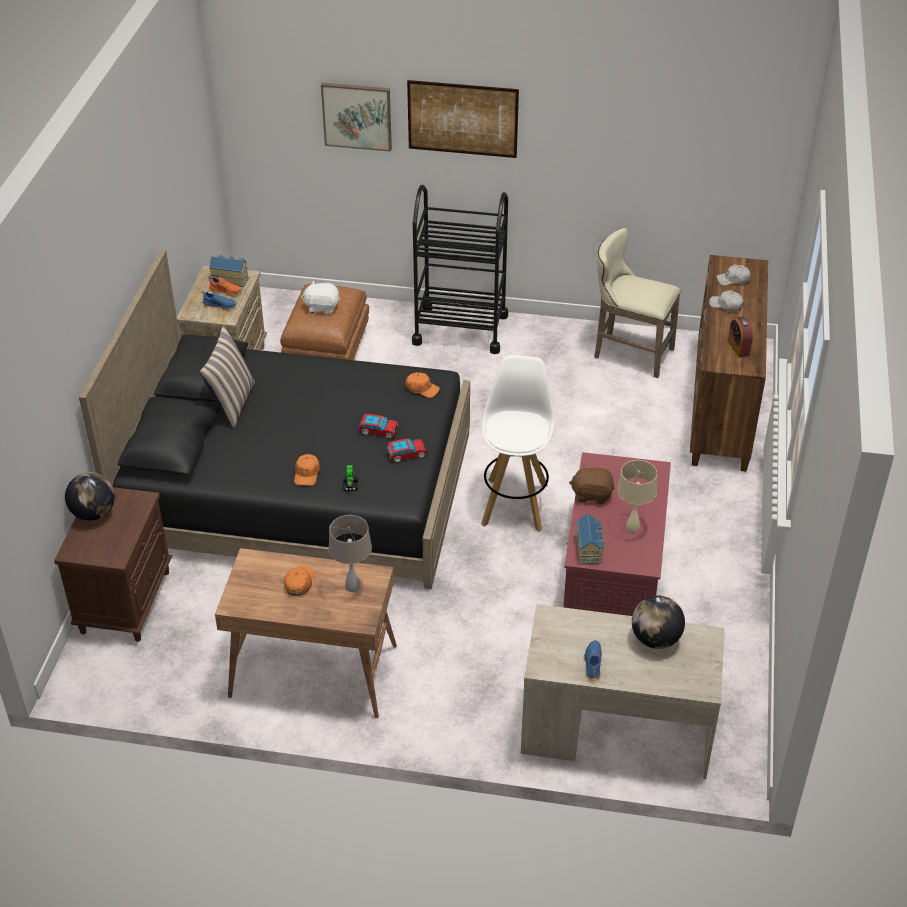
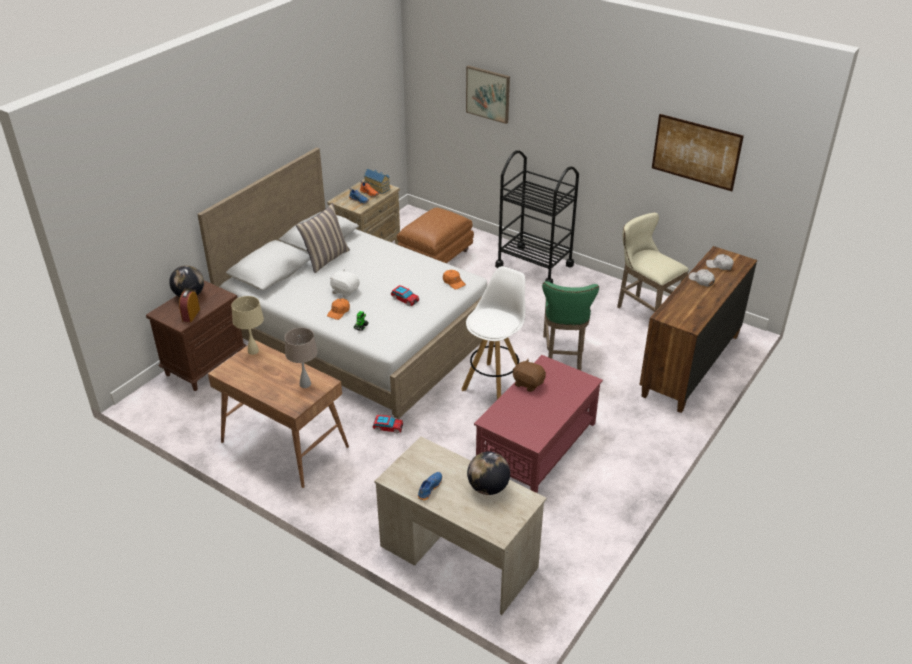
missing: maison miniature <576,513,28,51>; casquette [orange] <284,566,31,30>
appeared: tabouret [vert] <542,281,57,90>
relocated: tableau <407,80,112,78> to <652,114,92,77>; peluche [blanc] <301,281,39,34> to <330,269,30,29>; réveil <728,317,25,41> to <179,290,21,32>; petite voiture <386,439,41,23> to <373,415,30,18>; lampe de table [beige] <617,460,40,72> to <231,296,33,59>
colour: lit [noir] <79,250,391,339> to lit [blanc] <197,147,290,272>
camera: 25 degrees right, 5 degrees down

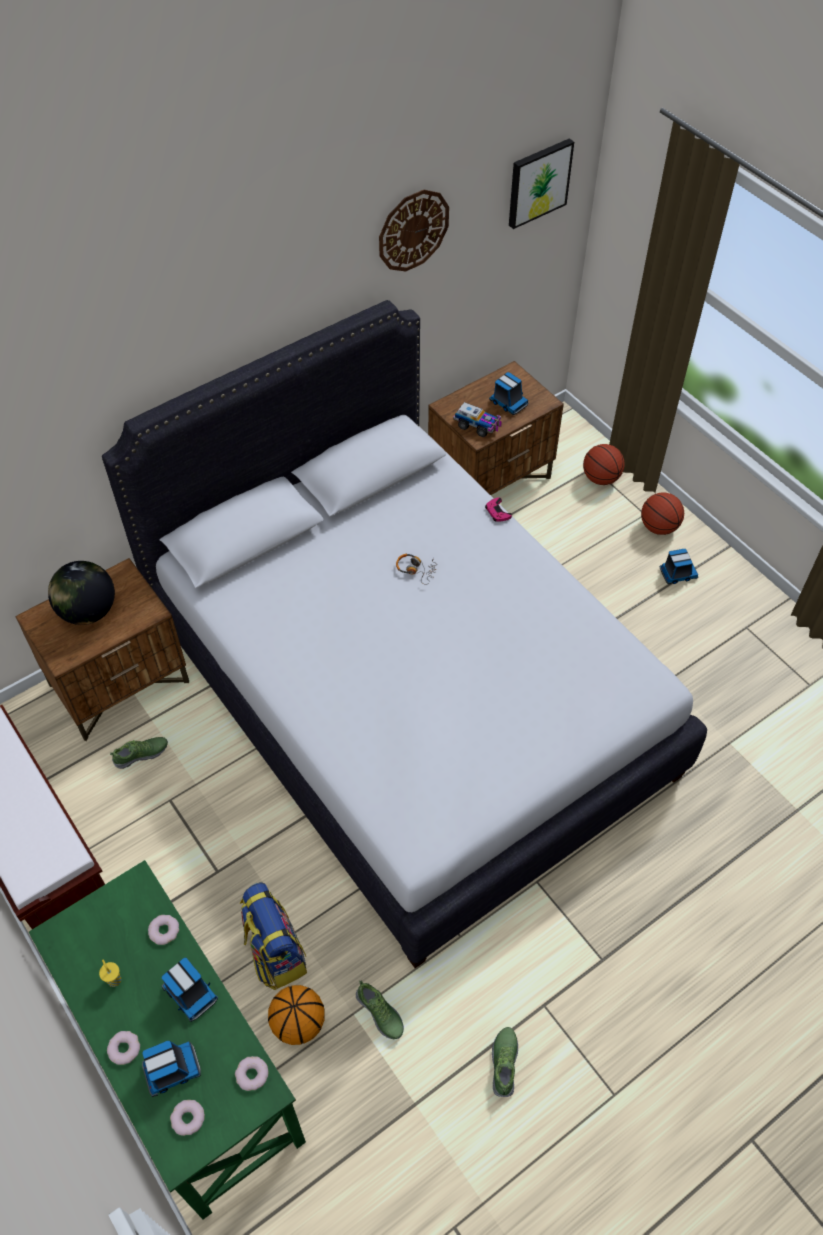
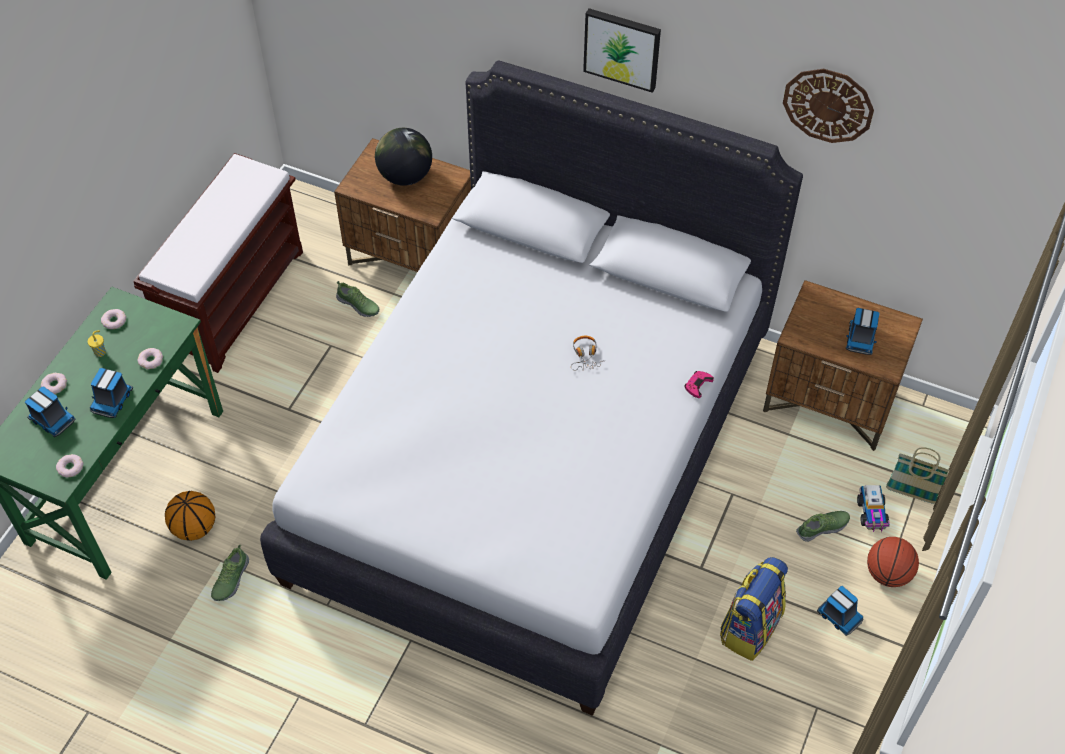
relocated: tableau <509,138,65,91> to <583,8,78,85>; camion jouet <453,402,48,35> to <857,485,33,47>; sac à dos <240,883,67,107> to <720,557,68,104>; chaussure <492,1027,26,70> to <796,511,54,31>; beignet <170,1100,35,36> to <101,309,25,20>
exchanged: ballon de basket <583,444,42,41> to panier <886,447,63,57>
camera: 60 degrees right, 0 degrees up

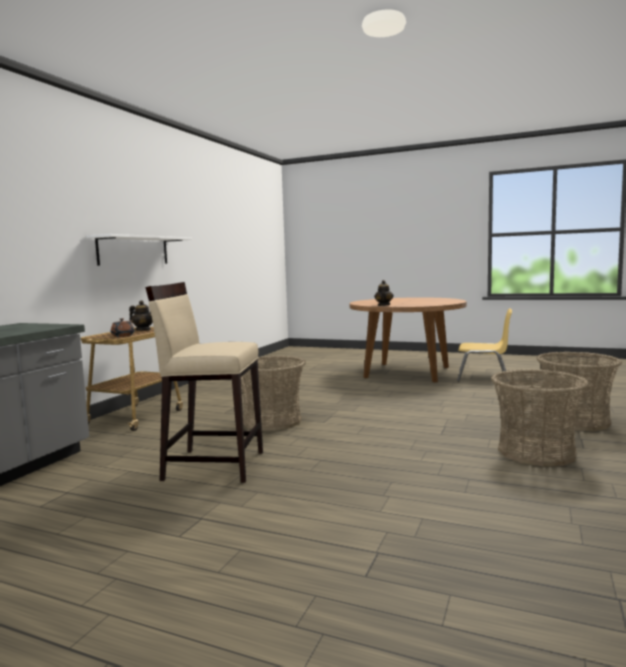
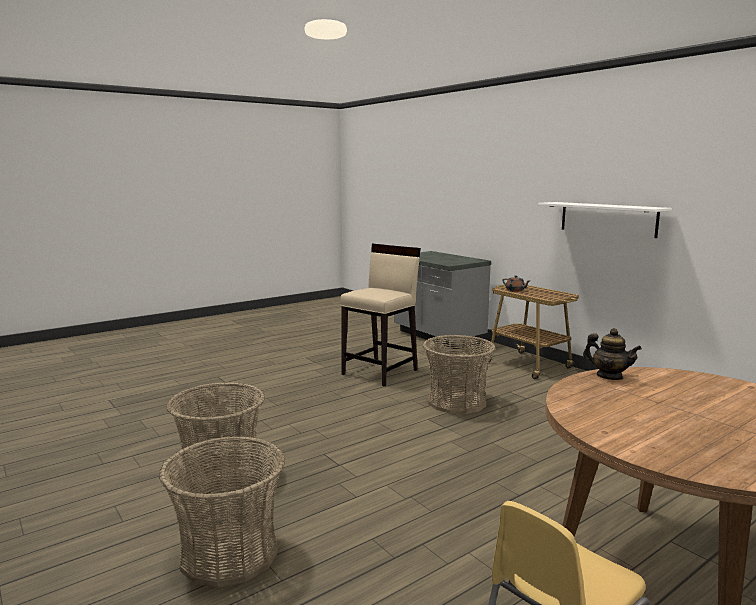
missing: théière <129,300,24,30>
camera: 120 degrees right, 5 degrees up

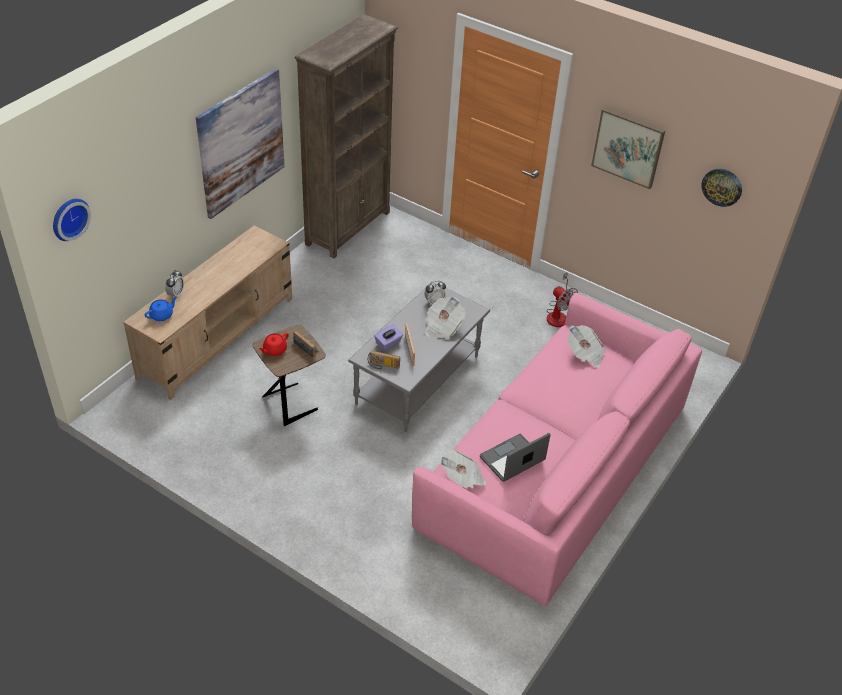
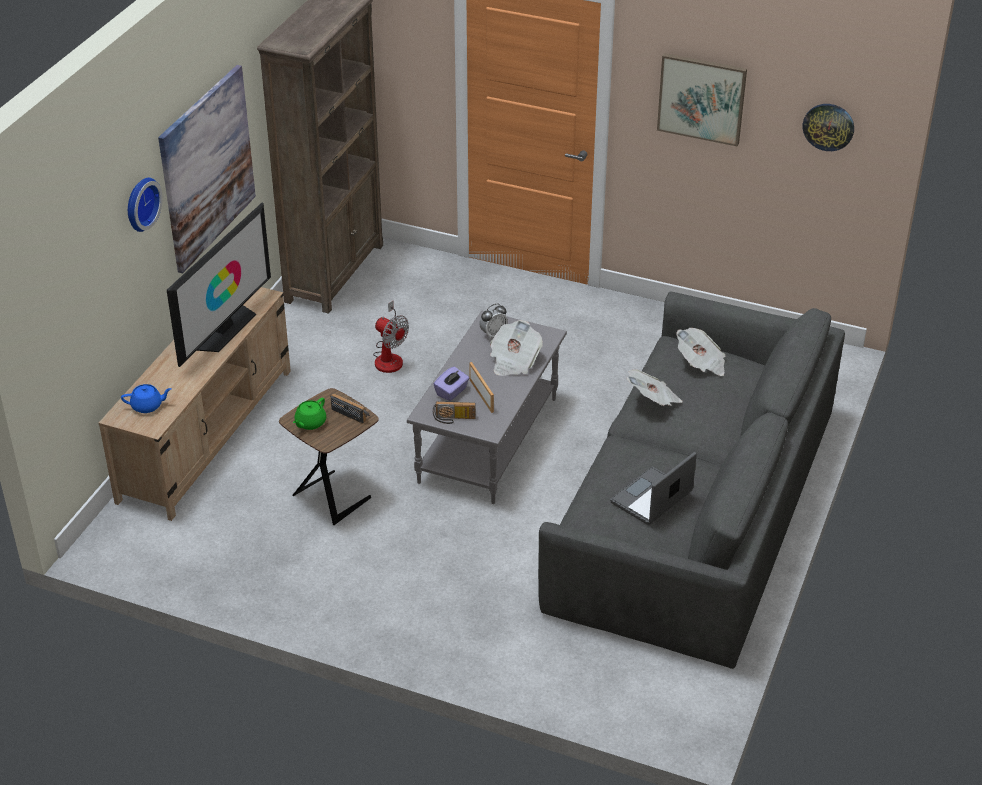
missing: réveil <165,270,19,29>
appeared: téléviseur <167,203,104,164>
relocated: horloge murale <53,199,38,42> to <128,178,35,54>; ventilateur <546,272,32,55> to <373,301,36,72>; journal <439,449,48,39> to <626,369,57,37>
colour: canapé [rose] <412,293,290,313> to canapé [gris] <538,291,307,378>; théière [rouge] <258,333,31,23> to théière [vert] <293,398,33,32>
spun: théière [bleu] <144,297,33,24> = <121,384,51,29> 45 degrees clockwise
camera: 10 degrees left, 5 degrees down

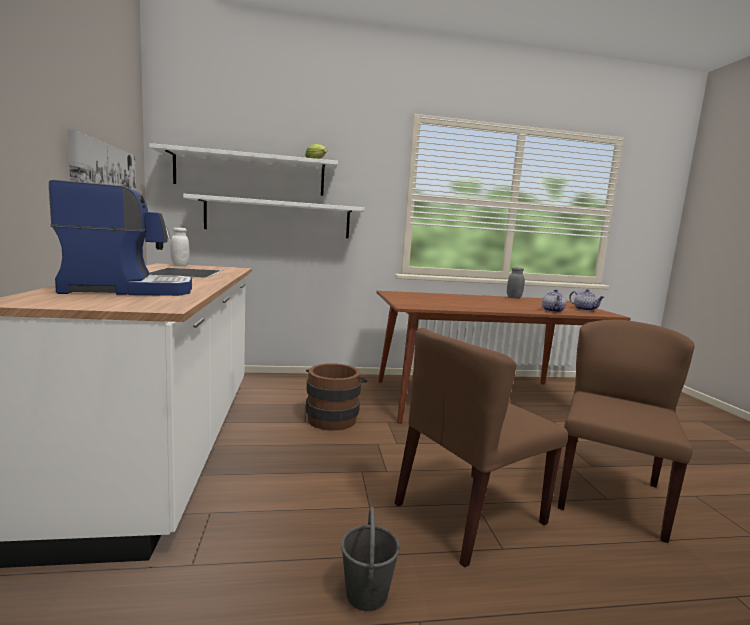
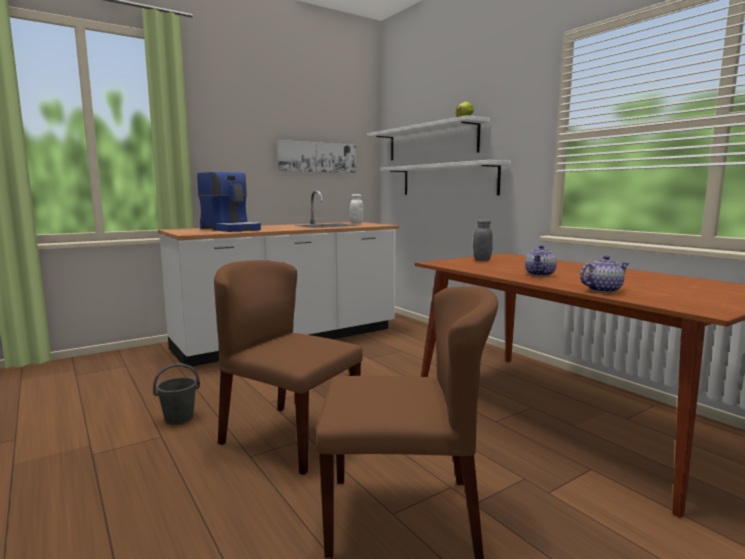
missing: seau [marron] <306,364,61,67>
relocated: bocal [gris] <507,267,18,32> to <473,219,20,42>; théière <569,289,36,22> to <525,245,32,32>
camera: 65 degrees right, 0 degrees up

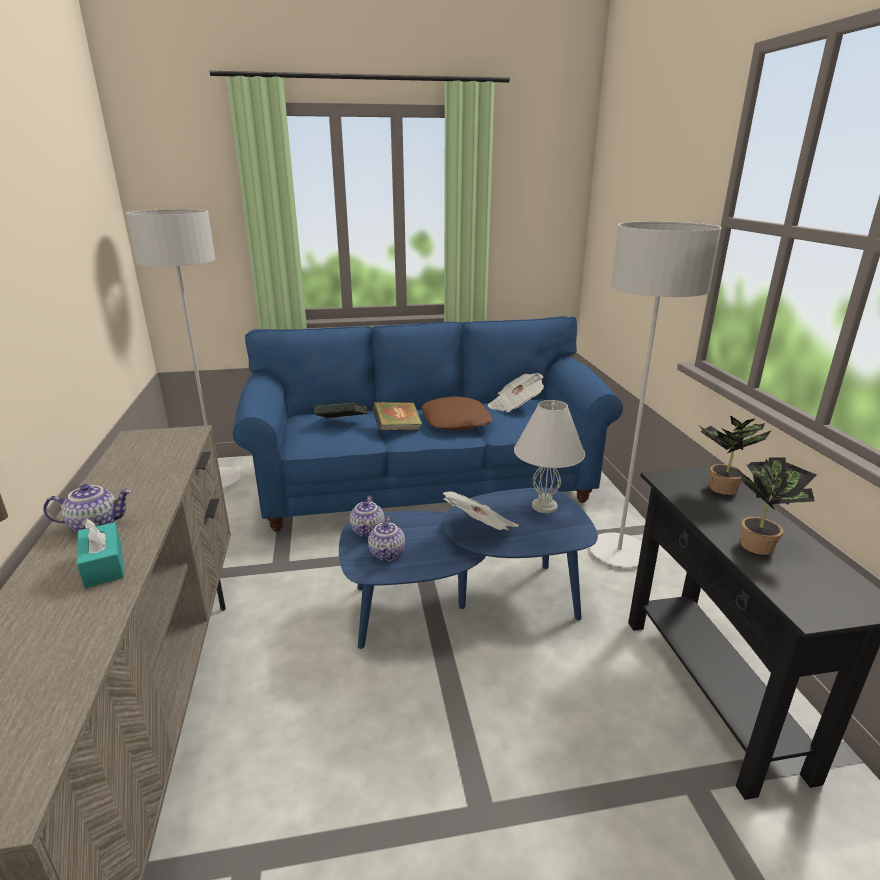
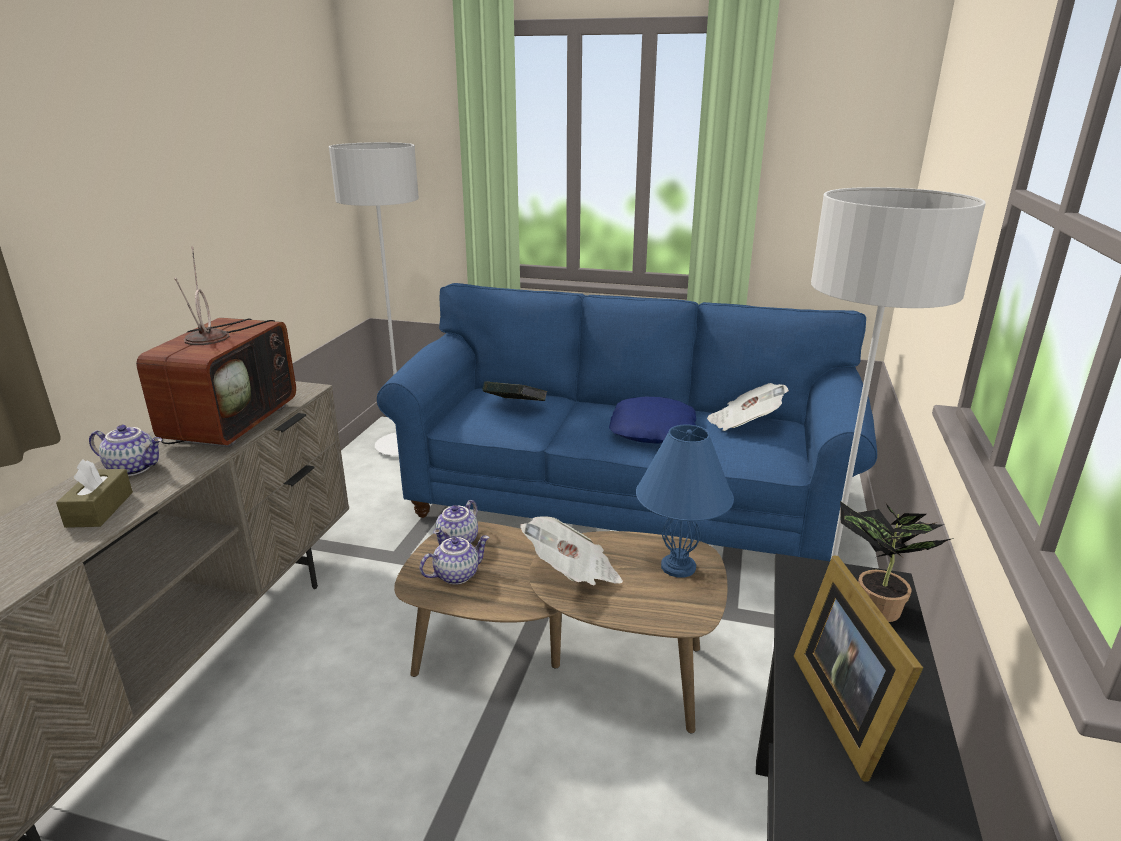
missing: livre <372,402,50,28>
appeared: téléviseur <136,247,160,200>
exchanged: plante en pot <736,458,80,97> to cadre photo <794,556,129,226>
colour: coussin [marron] <421,397,71,34> to coussin [bleu] <609,397,87,47>; lampe de table [blanc] <514,400,71,113> to lampe de table [bleu] <636,424,98,153>; table basse [bleu] <339,487,259,162> to table basse [marron] <394,521,334,212>; boîte à mouchoirs [turquoise] <77,518,47,70> to boîte à mouchoirs [marron] <56,459,77,69>
spun: théière <368,516,37,45> = <420,535,70,50> 150 degrees counterclockwise
camera: 25 degrees right, 0 degrees up

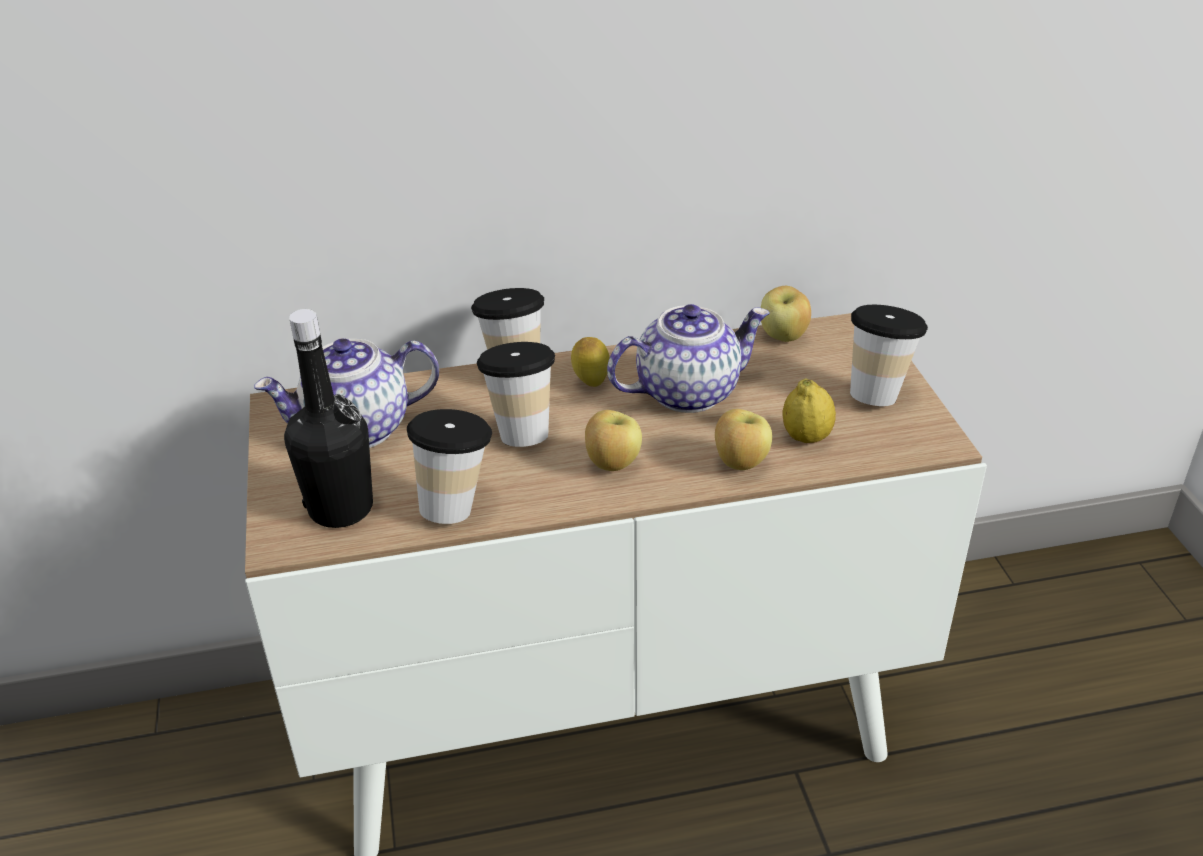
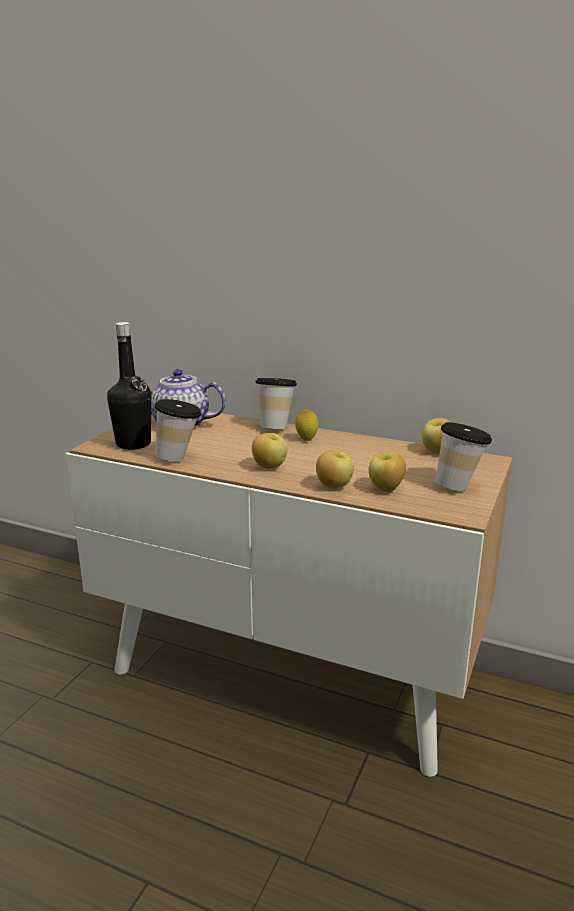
missing: théière <607,304,163,109>; tasse <477,342,78,105>
exchanged: citron <782,379,54,64> to pomme <369,451,37,41>
camera: 35 degrees right, 15 degrees down

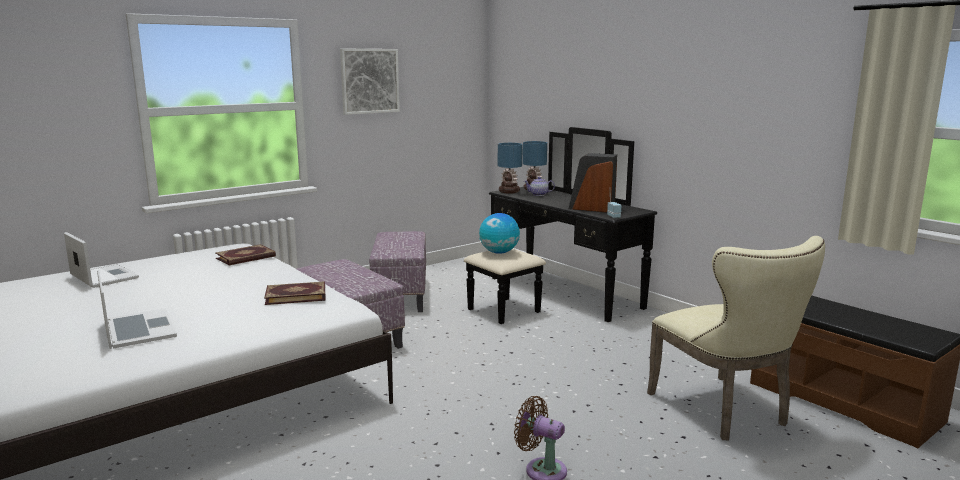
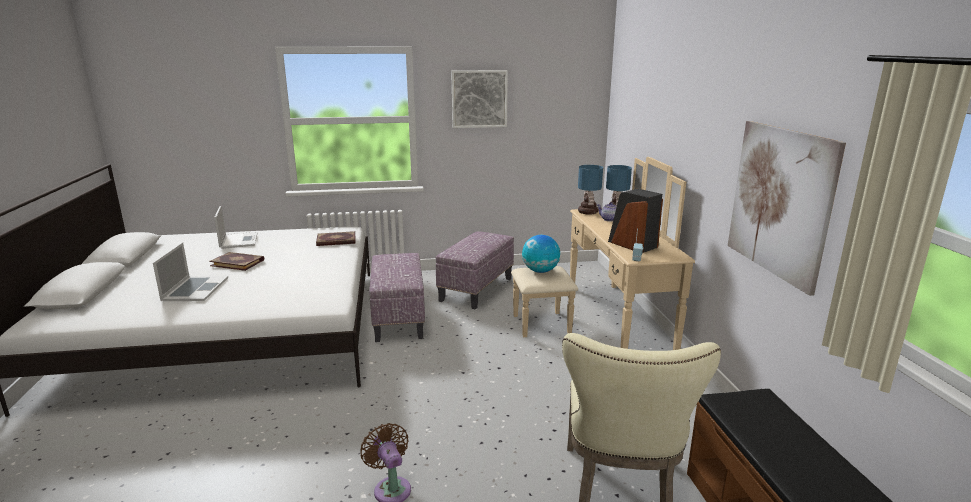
appeared: tableau <728,121,118,175>
relocated: livre <264,281,62,24> to <209,252,55,19>
colour: commode [noir] <464,127,193,197> to commode [beige] <511,157,184,193>
camera: 30 degrees right, 5 degrees up

